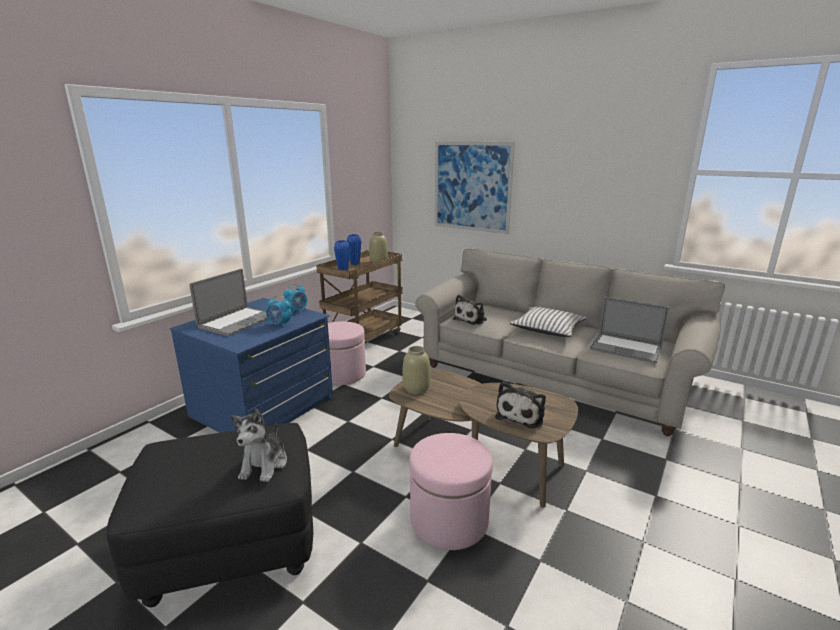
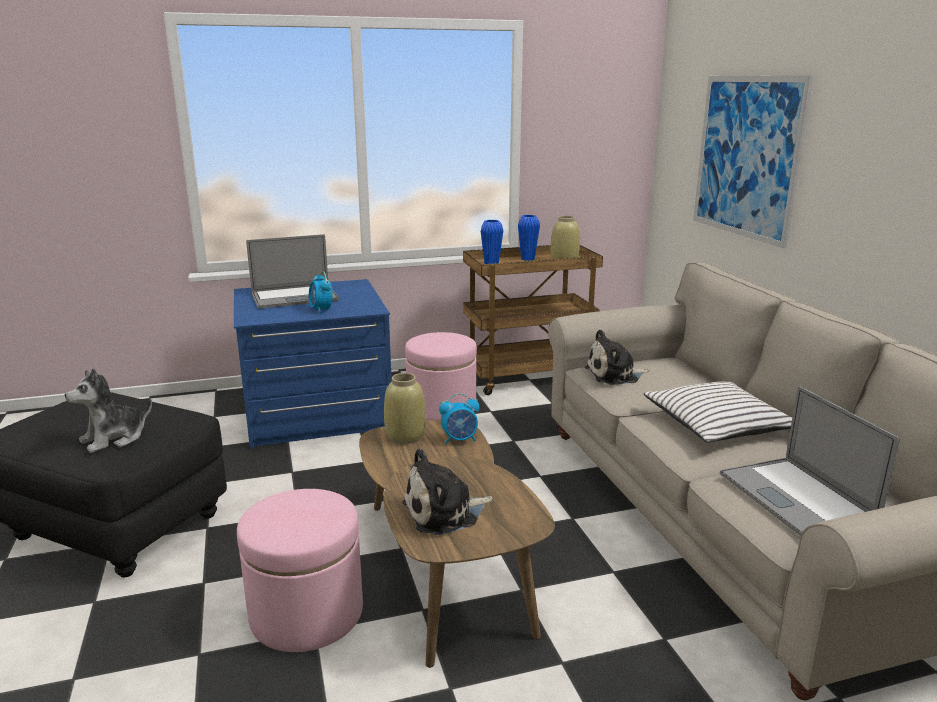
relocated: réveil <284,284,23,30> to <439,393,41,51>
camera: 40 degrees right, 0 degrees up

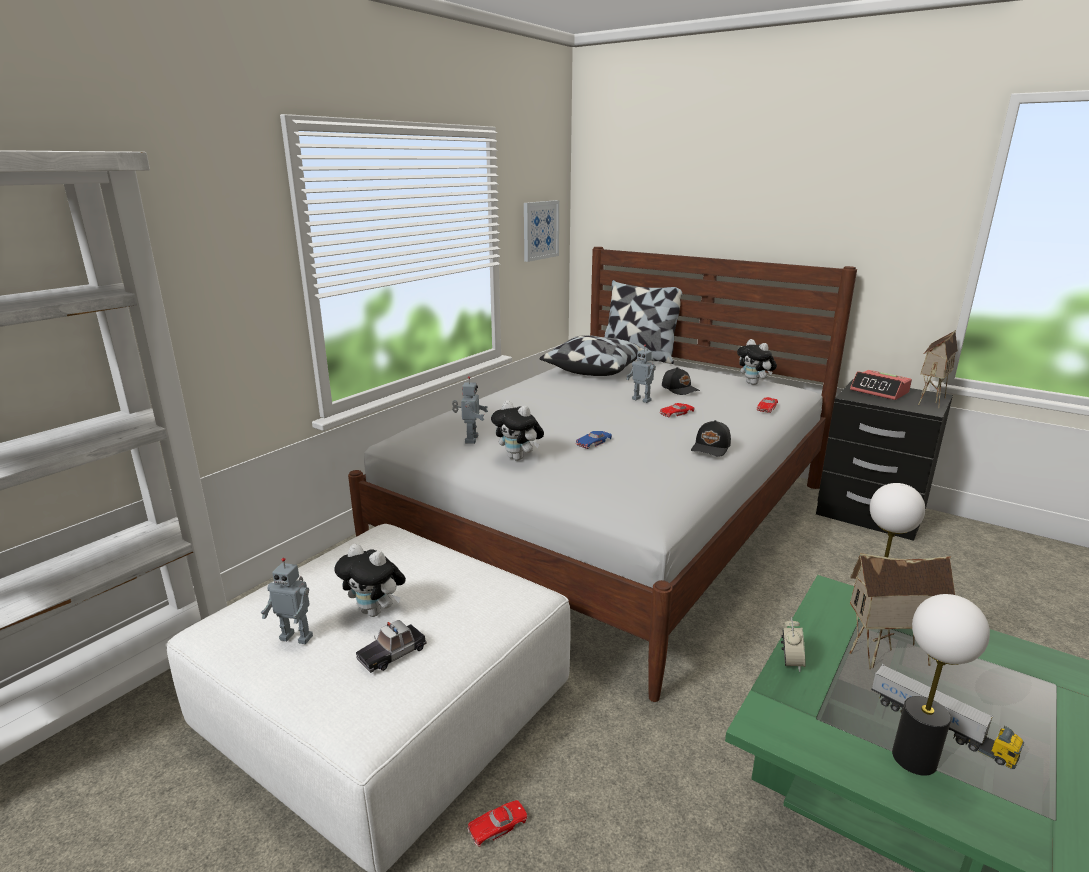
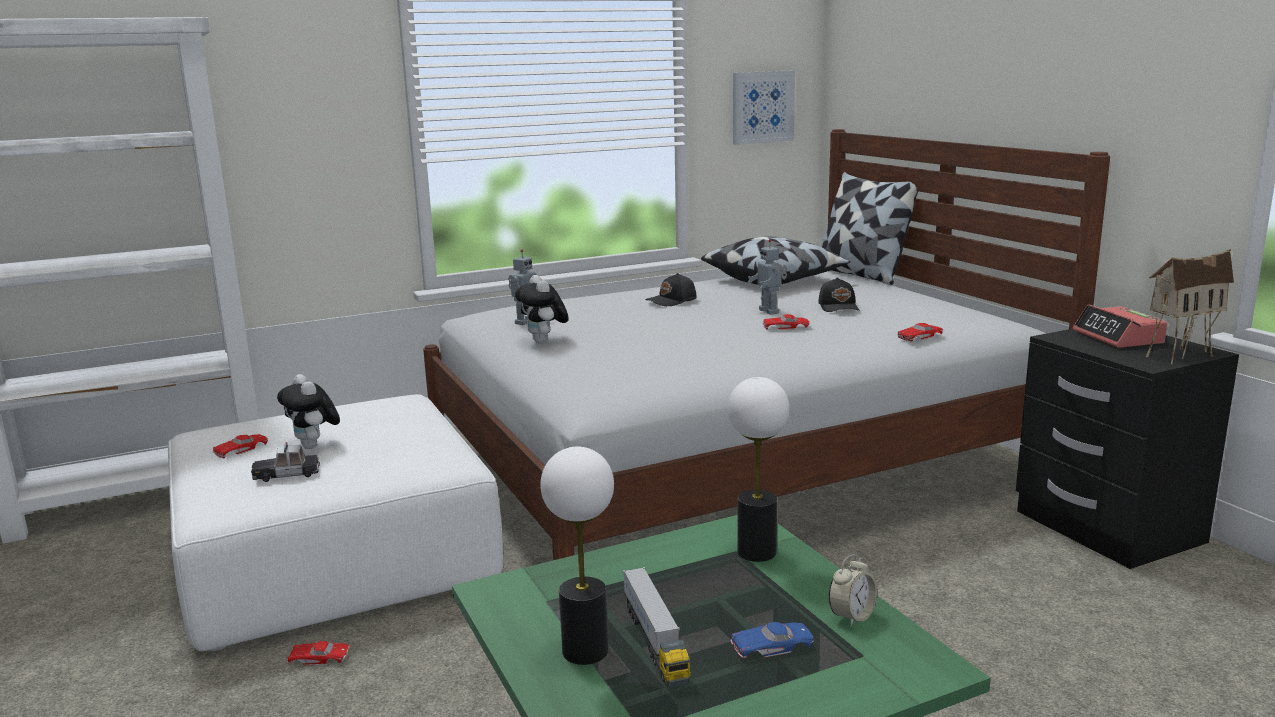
missing: peluche <737,339,40,46>; maison miniature <850,553,105,117>
relocated: casquette [noir] <691,420,40,37> to <645,273,51,33>; petite voiture [bleu] <576,431,36,18> to <730,622,83,38>; réveil <781,617,25,55> to <829,554,48,73>
exchanged: robot jouet <261,558,52,86> to petite voiture [rouge] <213,434,55,24>
camera: 30 degrees right, 5 degrees down

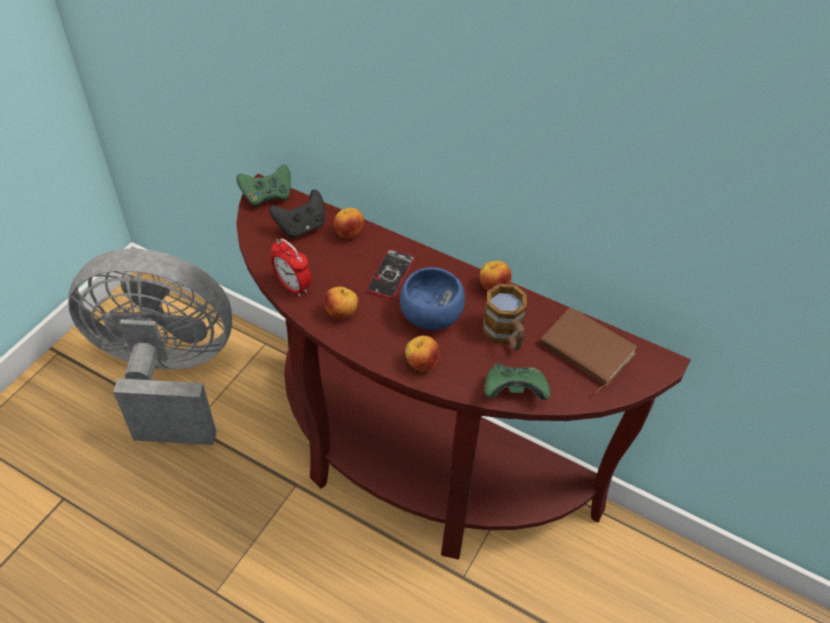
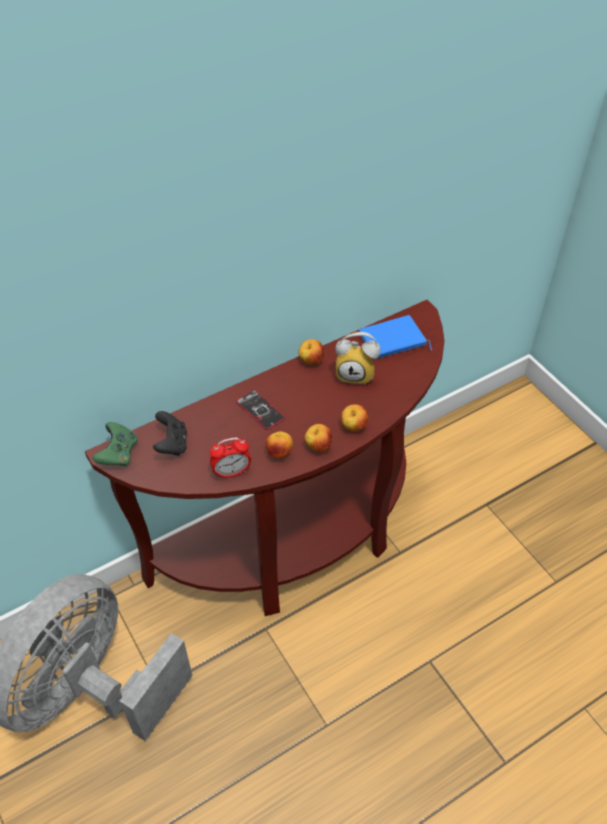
missing: bol [bleu] <400,267,65,63>; manette [vert] <484,363,66,37>
relocated: pomme <334,208,30,31> to <305,424,28,28>
exchanged: mug <483,284,44,66> to réveil <336,332,45,53>
colour: livre [marron] <541,307,96,86> to livre [bleu] <359,315,73,44>
camera: 60 degrees left, 0 degrees up

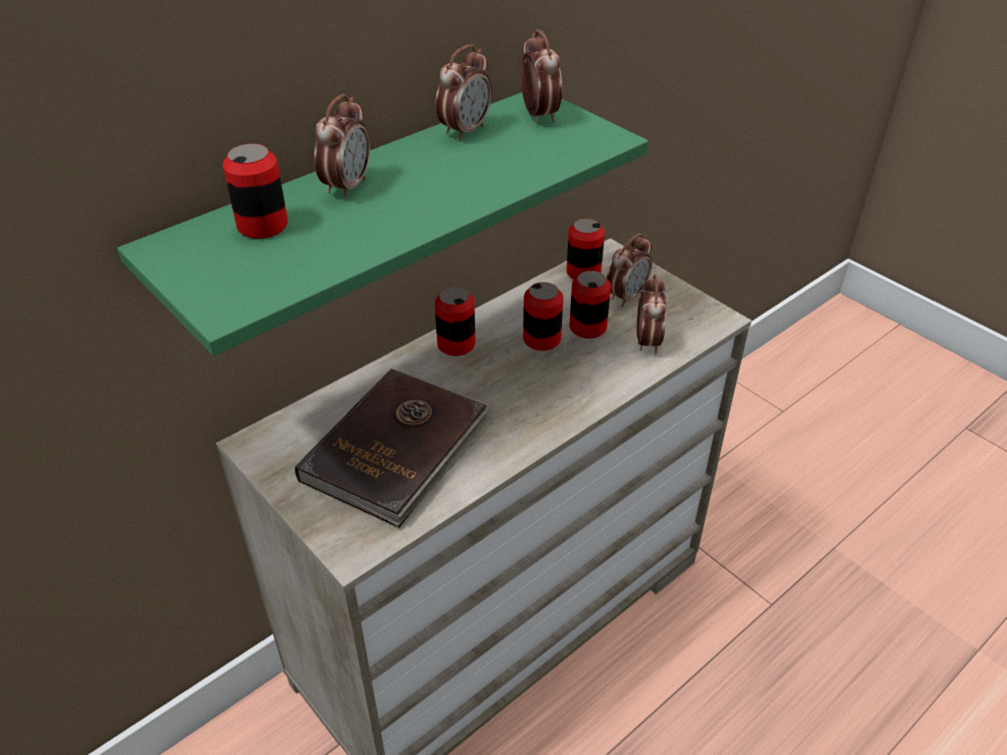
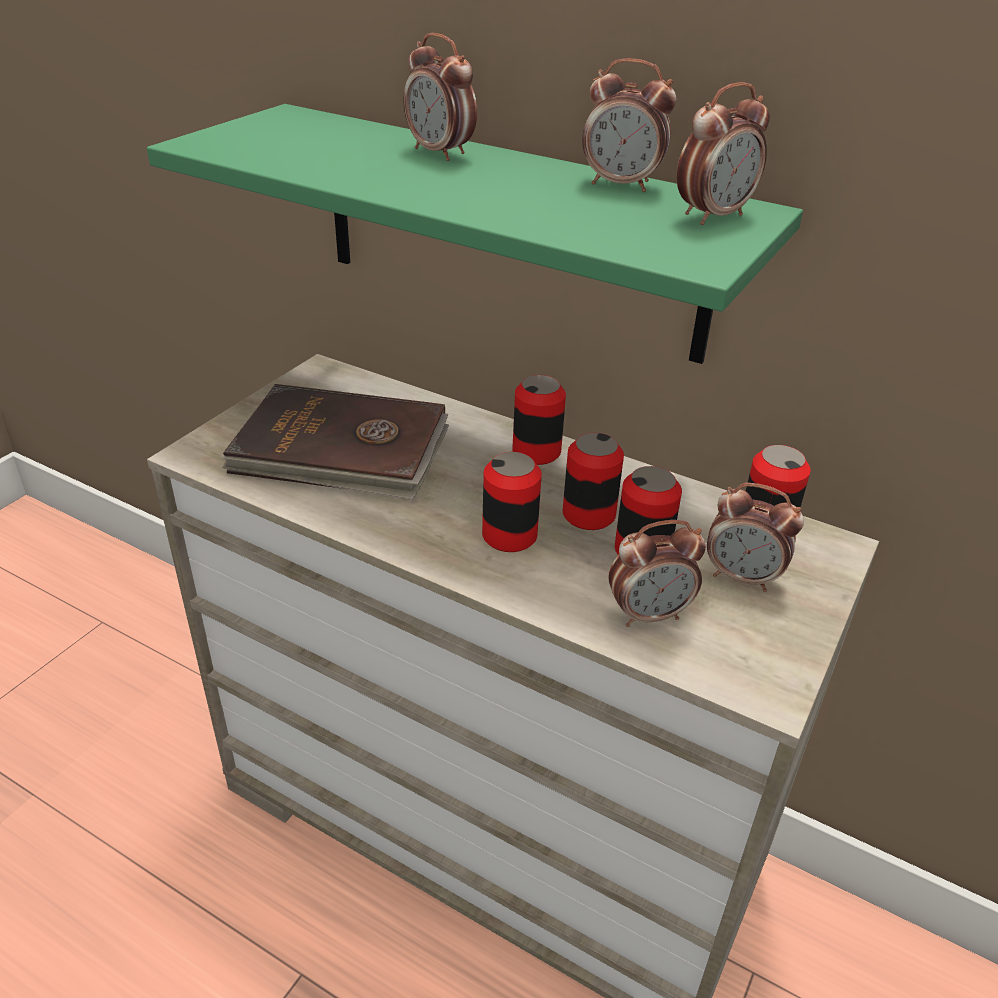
relocated: boîte métallique <223,144,65,95> to <482,452,60,100>
spun: réveil <314,94,56,105> = <404,33,73,128> 45 degrees clockwise
camera: 70 degrees right, 5 degrees down

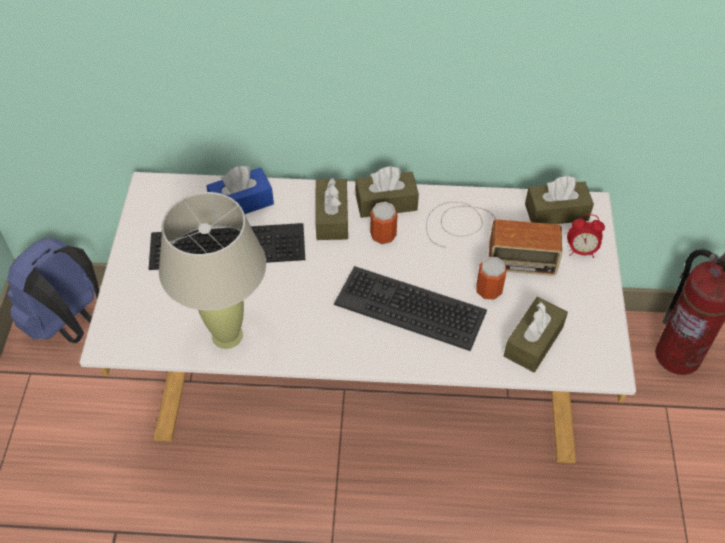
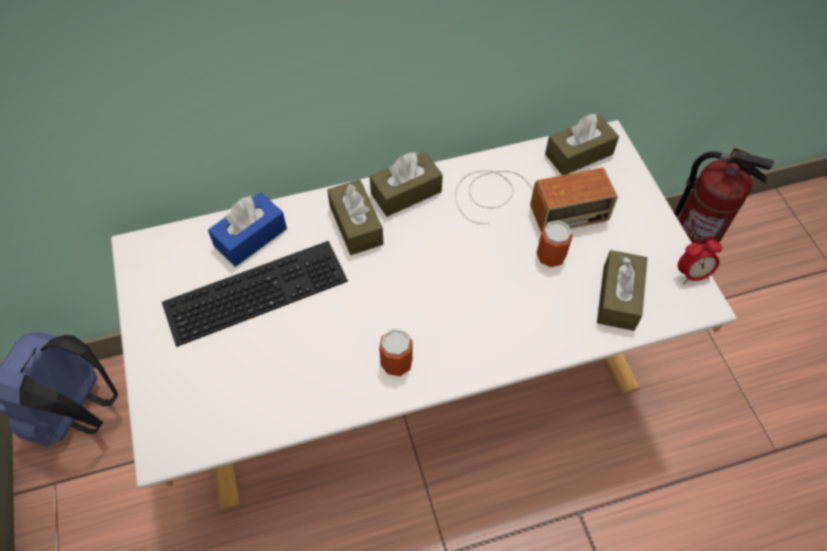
missing: lampe de table [beige] <159,192,107,157>; clavier <334,266,153,85>
relocated: boîte métallique <370,202,27,43> to <379,329,34,47>; réveil <567,214,38,44> to <678,237,44,47>
camera: 20 degrees left, 5 degrees up

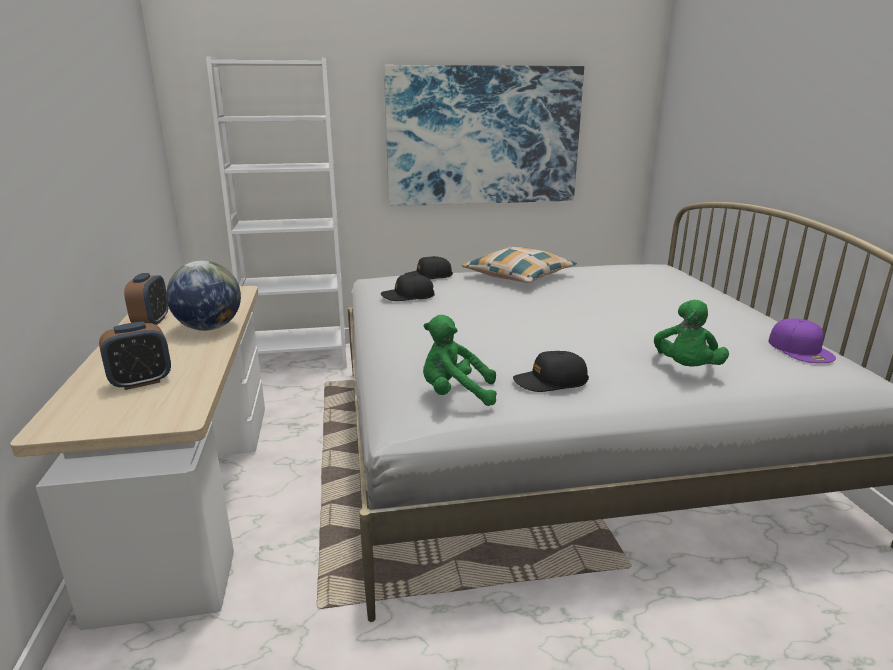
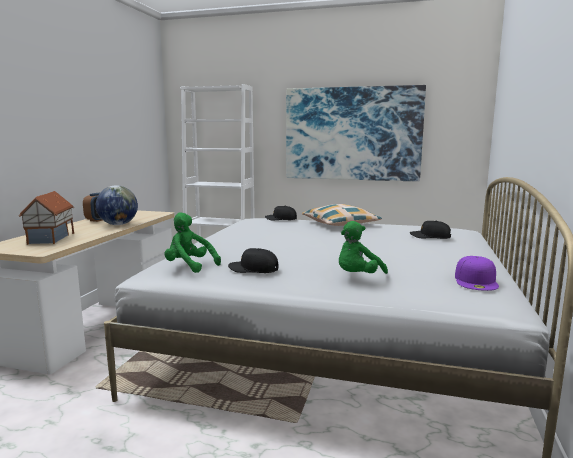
relocated: casquette [noir] <381,274,54,27> to <410,221,41,18>
exchanged: réveil <99,322,72,68> to maison miniature <19,191,55,54>
camera: 25 degrees right, 10 degrees down

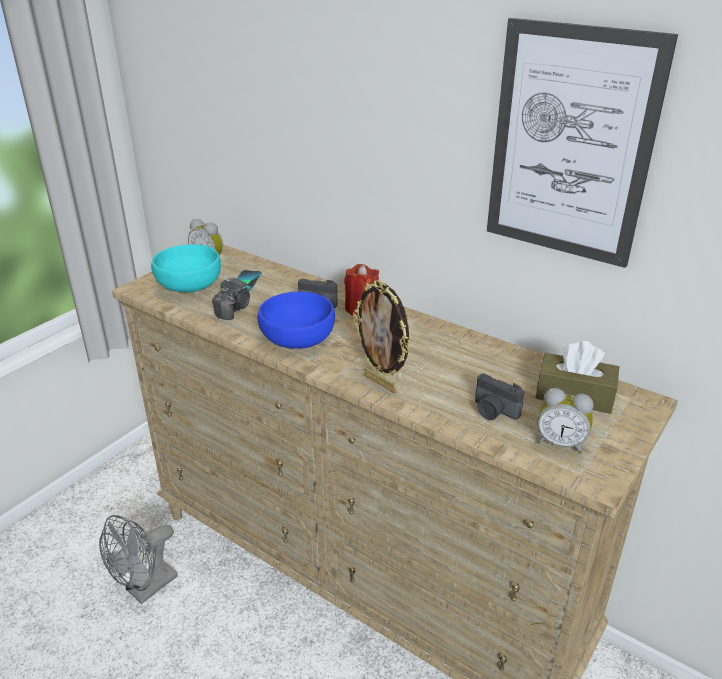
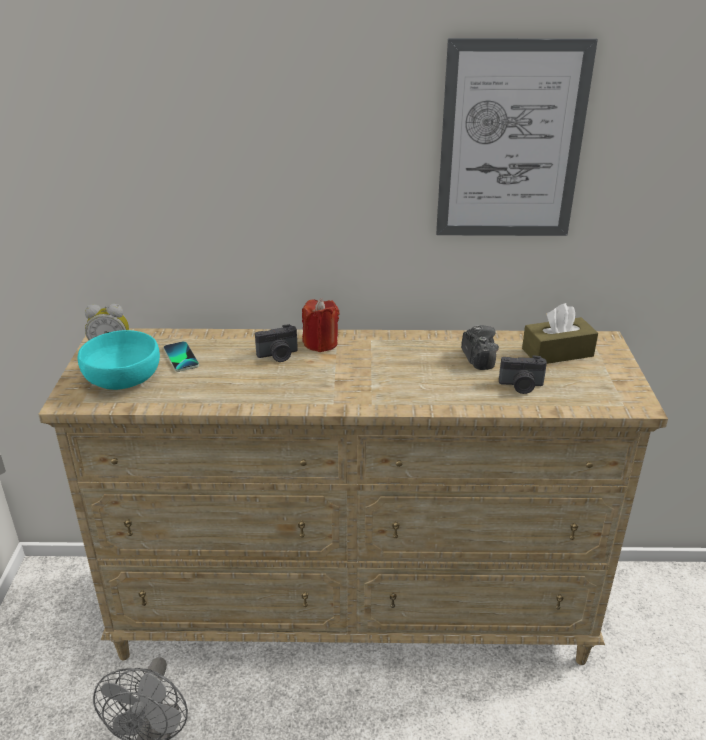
missing: cadre photo <353,280,57,113>; bol [bleu] <257,292,78,57>; réveil <537,388,57,66>
relocated: appareil photo <212,277,38,43> to <461,325,38,45>
camera: 35 degrees left, 0 degrees up

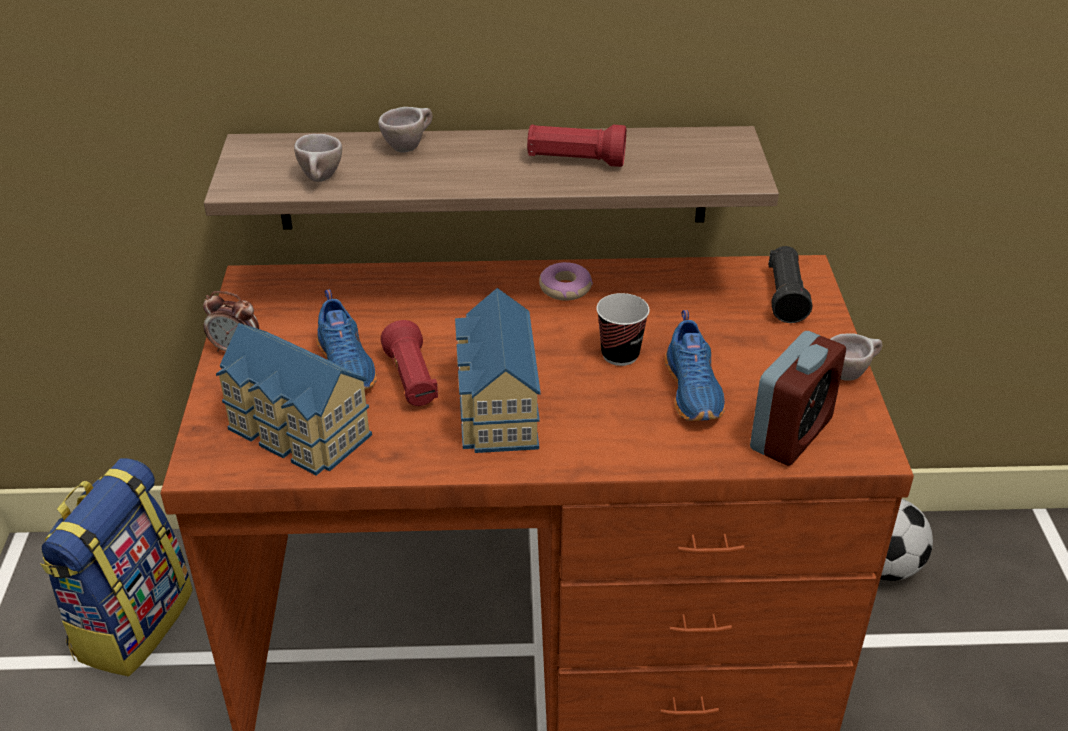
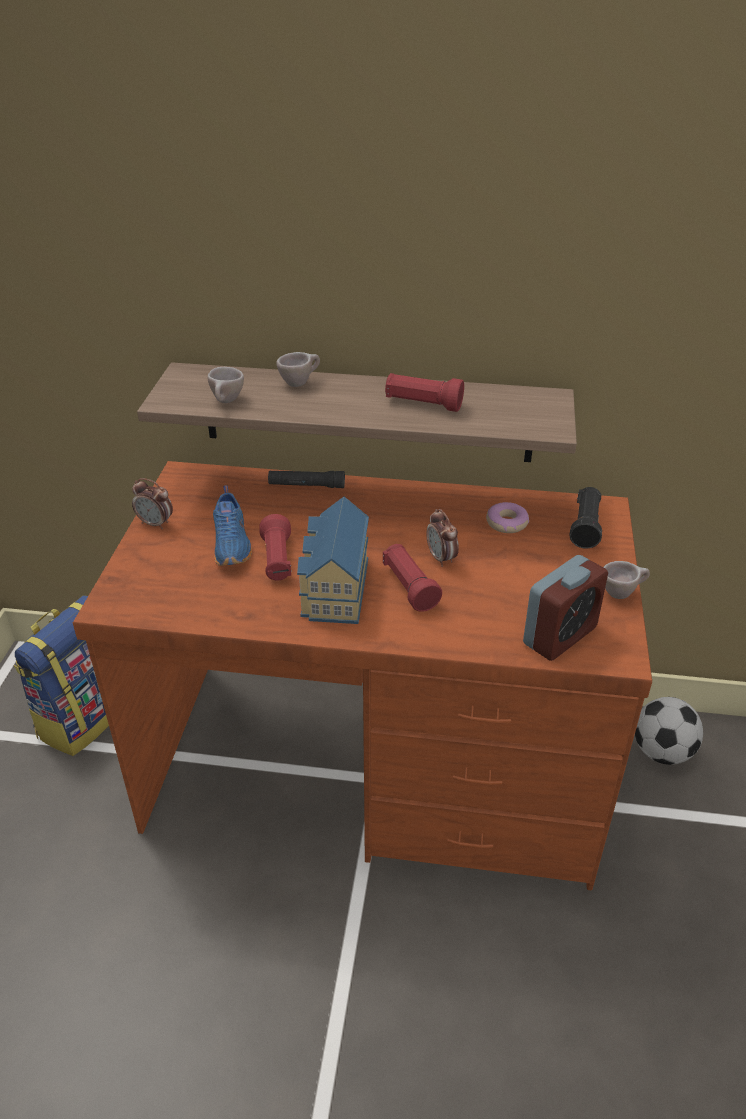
missing: chaussure [bleu] <665,310,60,111>; maison miniature <216,323,156,153>
appeared: lampe de poche [noir] <268,471,77,17>; lampe de poche [rouge] <383,544,59,68>
relocated: beignet <539,262,54,39> to <486,502,43,31>
exchanged: tasse <596,293,54,73> to réveil <426,509,33,58>
camera: 10 degrees right, 0 degrees up

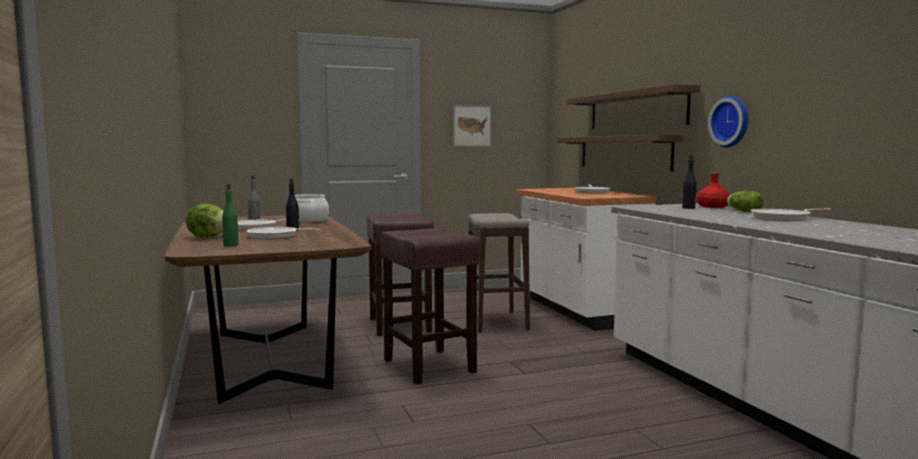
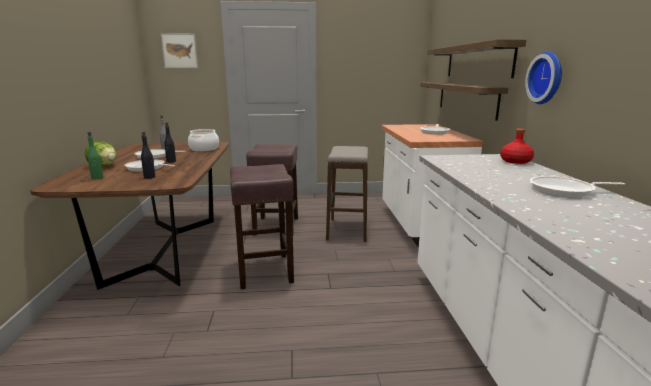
missing: laitue <727,191,37,22>
relocated: tableau <453,105,38,41> to <160,33,38,35>; bouteille [noir] <682,155,15,54> to <141,131,15,48>
camera: 15 degrees right, 10 degrees up

